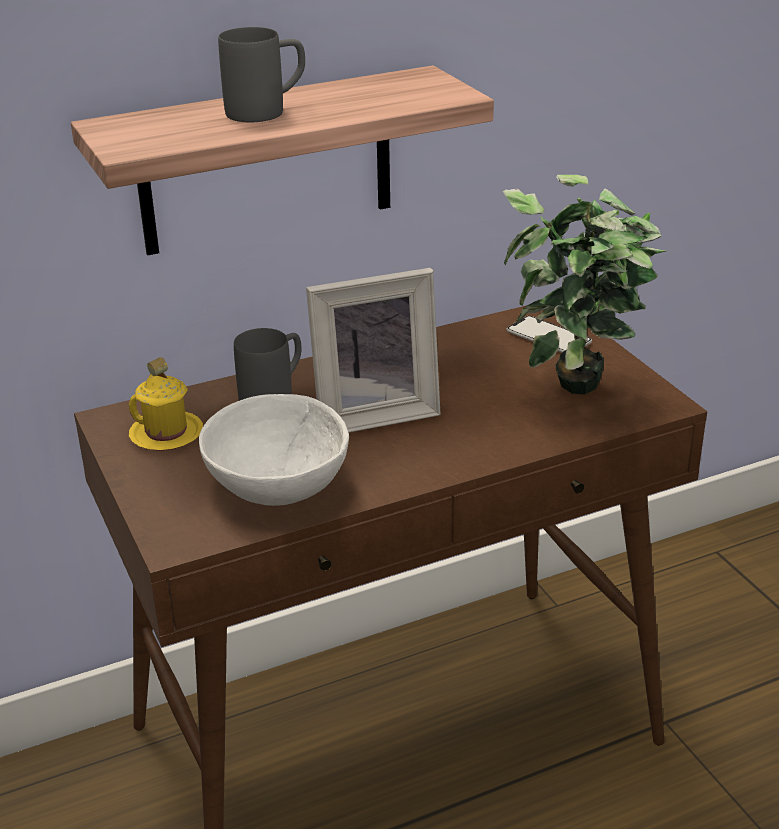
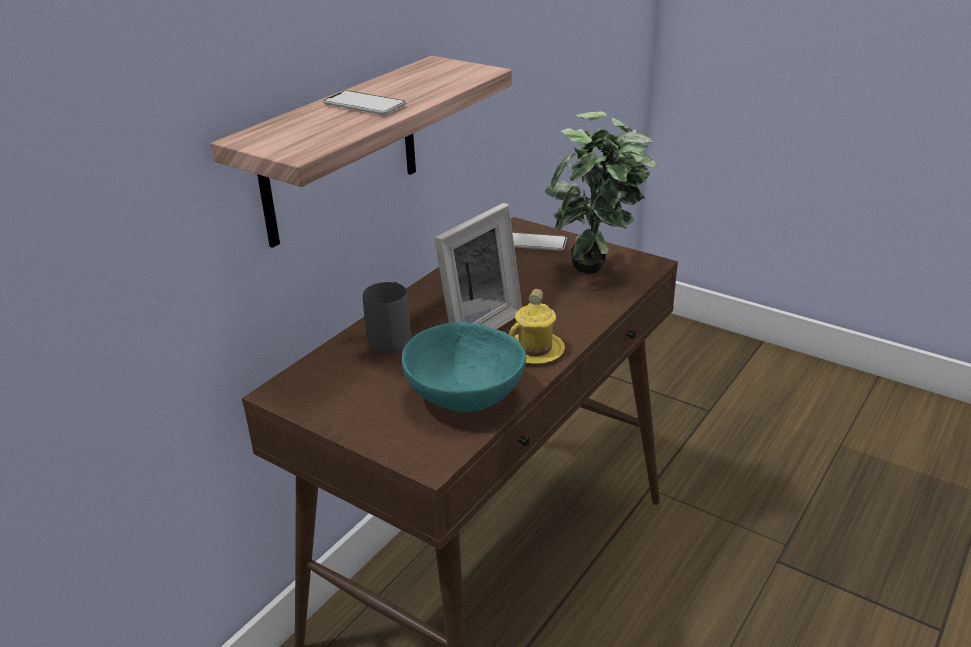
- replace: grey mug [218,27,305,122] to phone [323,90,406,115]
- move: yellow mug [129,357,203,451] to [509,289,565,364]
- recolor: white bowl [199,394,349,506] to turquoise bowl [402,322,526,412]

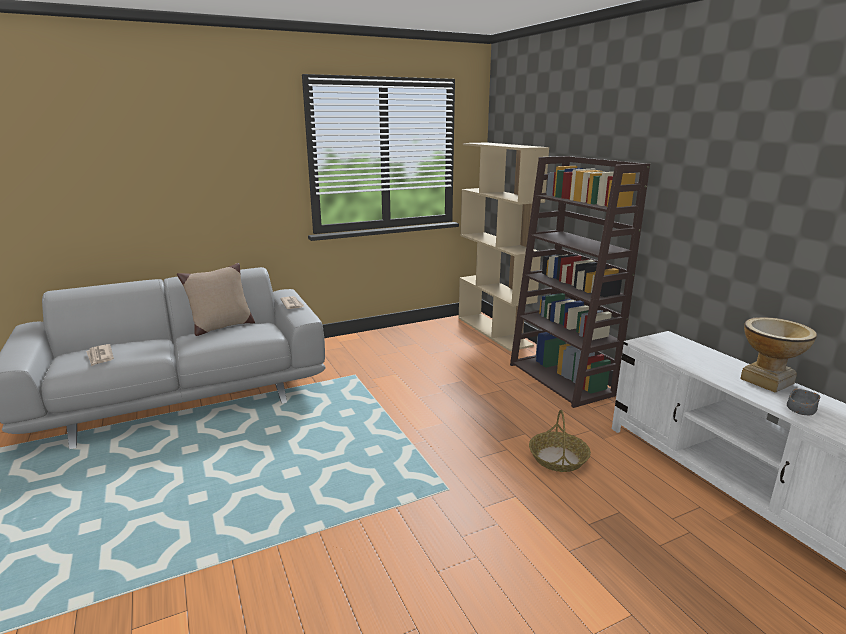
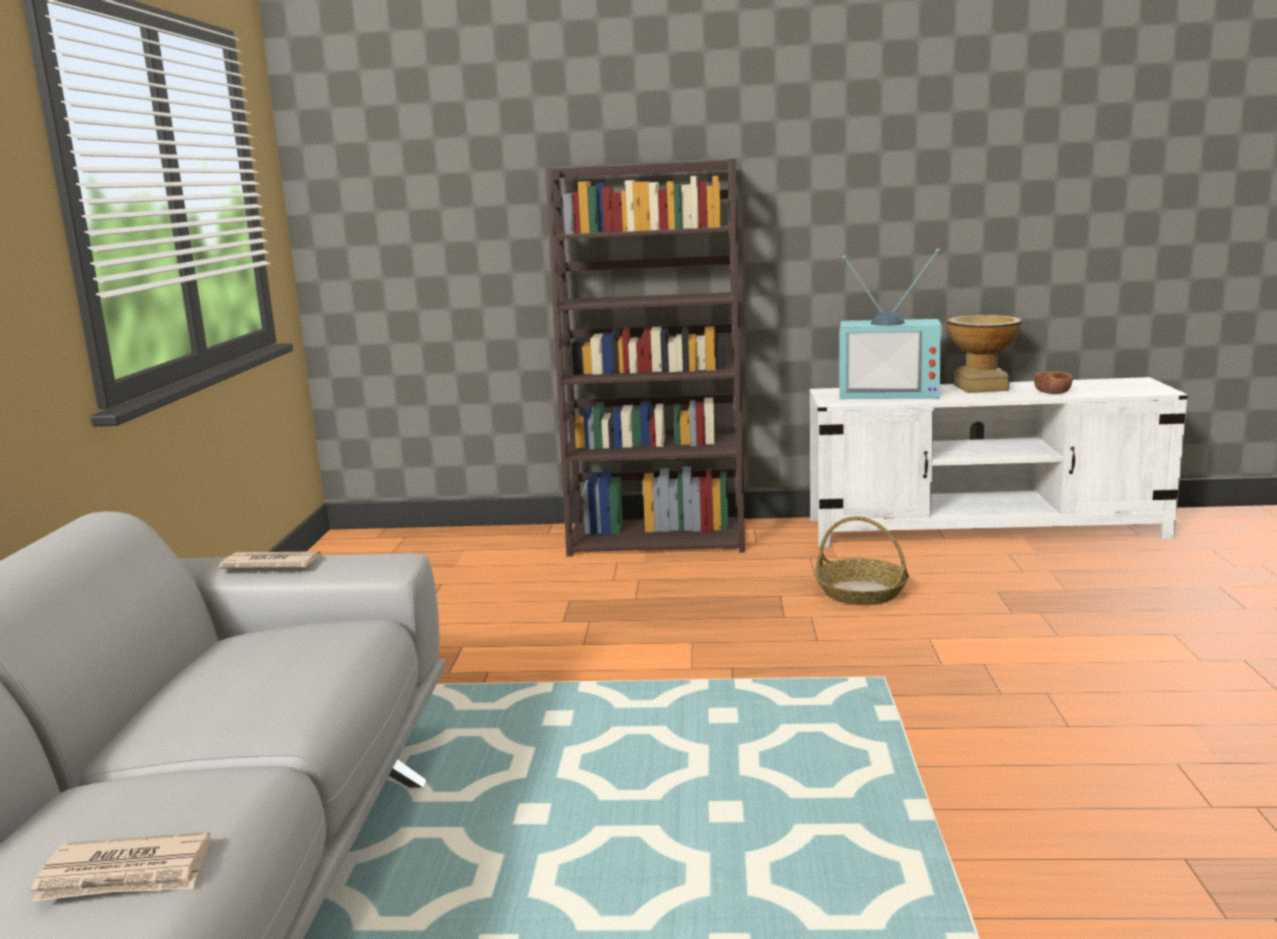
- delete: beige bookcase [459,142,549,351]
- delete: beige pillow [177,263,255,336]
- recolor: grey bowl [787,389,820,415] to brown bowl [1034,371,1073,394]
- insert: television [839,248,942,399]

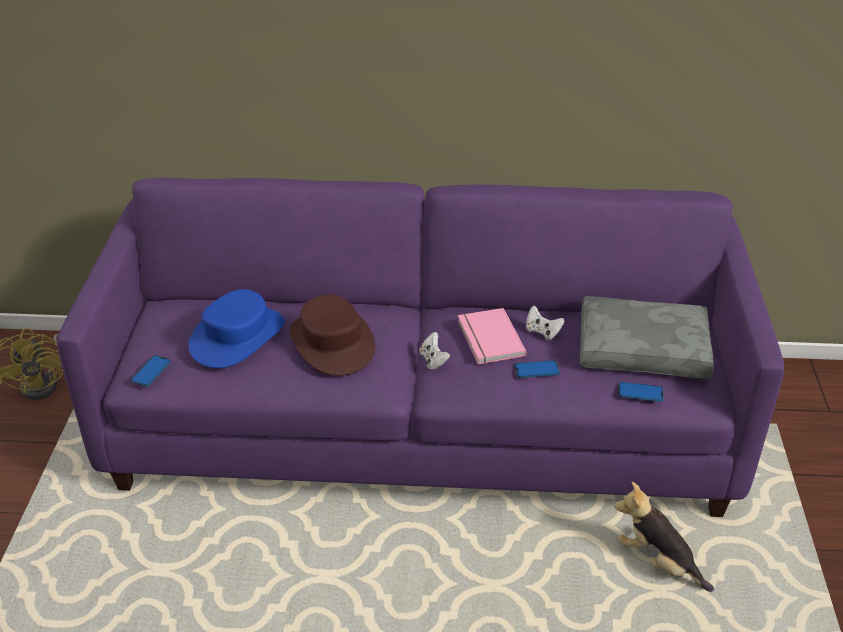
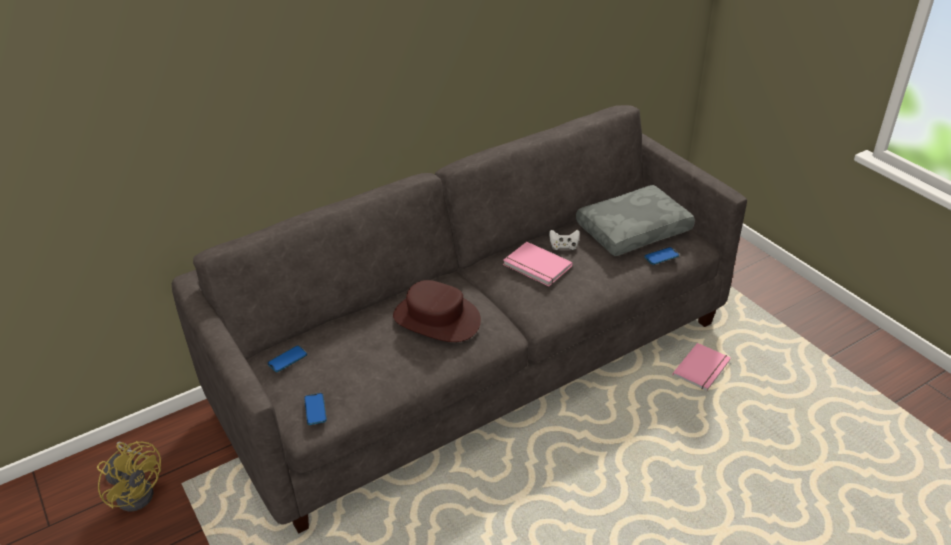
- recolor: purple sofa [57,178,784,517] to grey sofa [172,105,747,534]
- delete: blue hat [188,289,285,368]
- delete: white game controller [419,332,450,370]
- move: phone [514,360,560,378] to [268,346,307,372]
- replace: plush toy [615,482,714,592] to pink book [672,343,731,391]

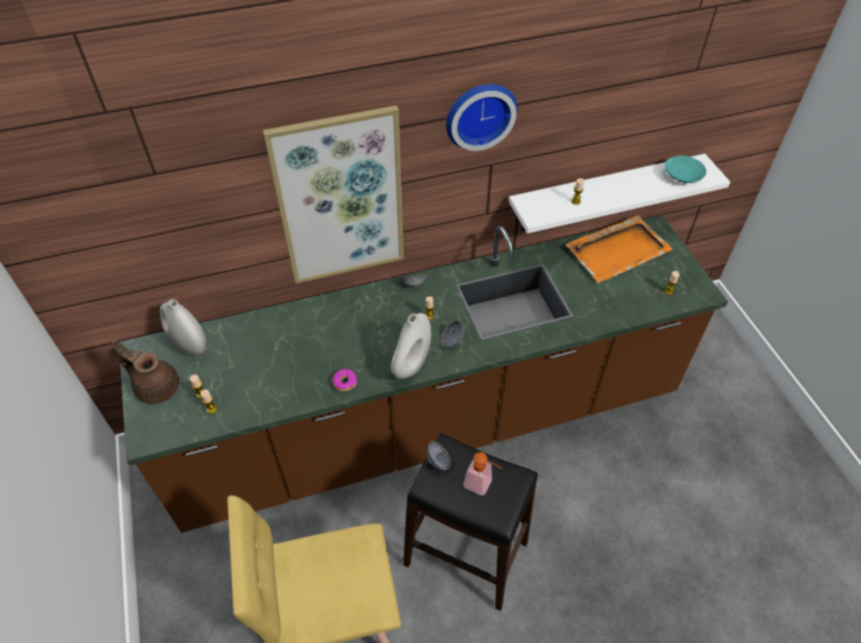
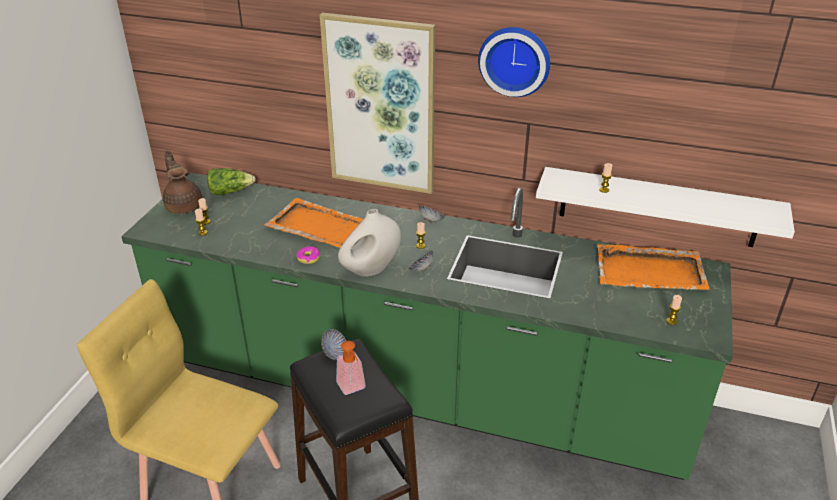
- delete: turquoise bowl [665,155,706,184]
- recolor: brown counter [120,215,728,533] to green counter [121,173,733,480]
- replace: white vase [160,299,206,355] to lettuce [207,168,256,195]
- insert: orange tray [264,198,363,248]

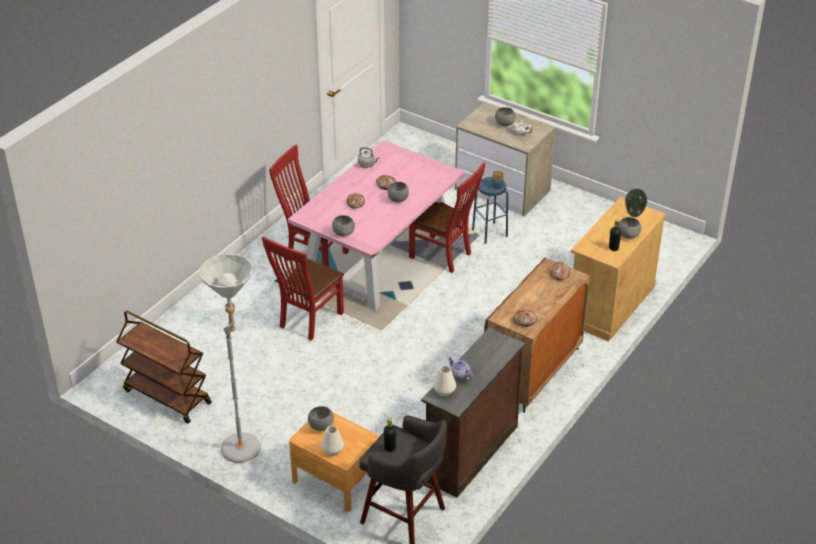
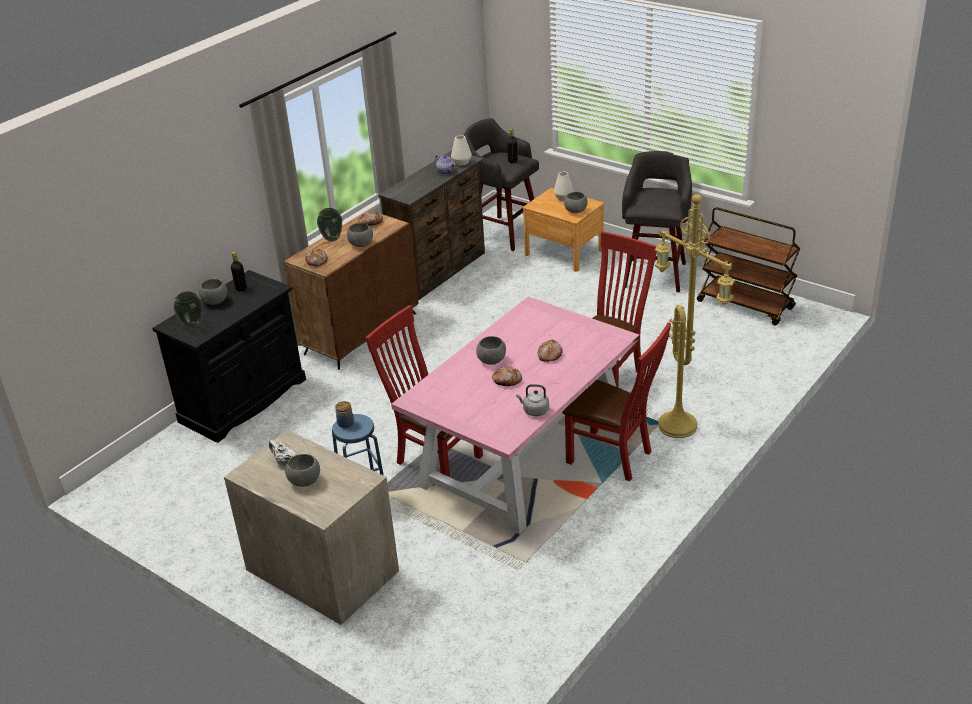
- recolor: beige cabinet [571,197,666,341] to black cabinet [152,270,306,443]
- move: grey bowl [332,215,355,236] to [347,223,373,247]
- replace: grey floor lamp [199,253,261,463] to grey stool [622,151,692,292]
- insert: yellow floor lamp [654,194,735,438]
- insert: vase [317,208,342,242]

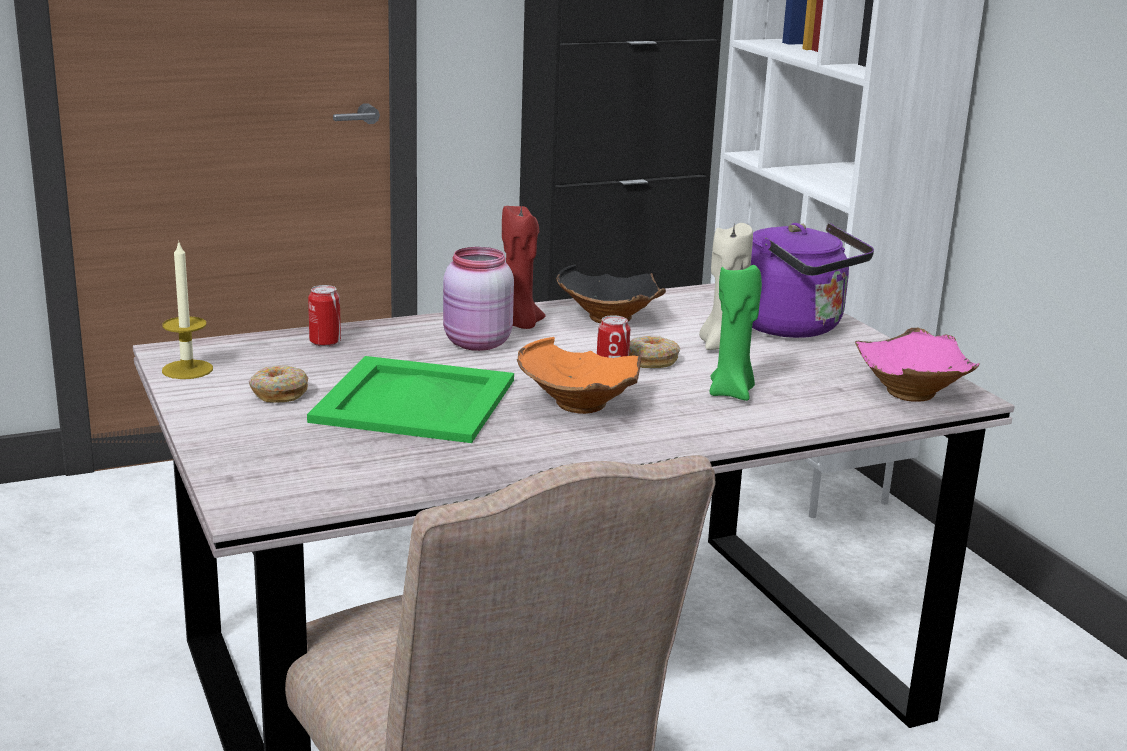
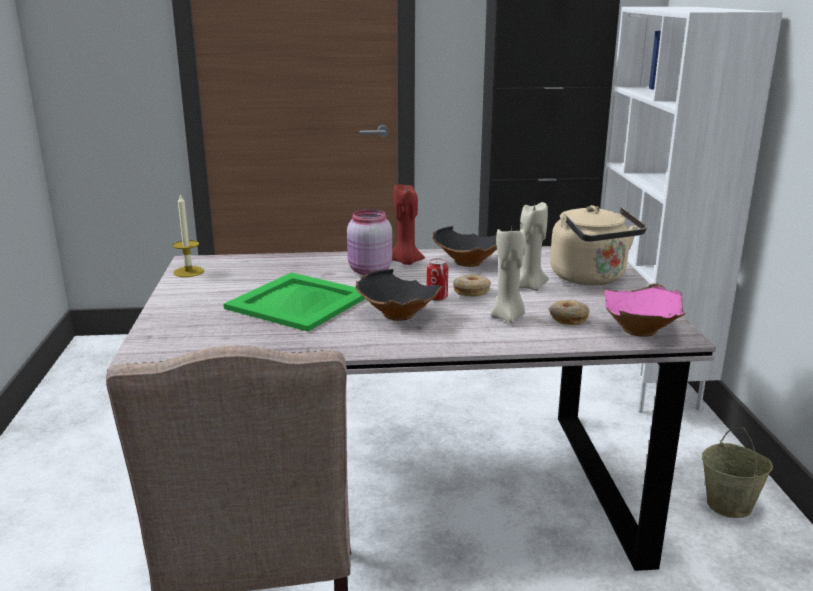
- recolor: purple kettle [751,223,874,338] to beige kettle [550,205,647,285]
- recolor: green candle [710,264,762,401] to beige candle [490,226,526,323]
- delete: can [308,285,341,347]
- recolor: orange bowl [517,337,642,414] to black bowl [355,269,443,321]
- move: donut [249,366,308,403] to [549,300,590,325]
- insert: beige bucket [702,427,773,518]

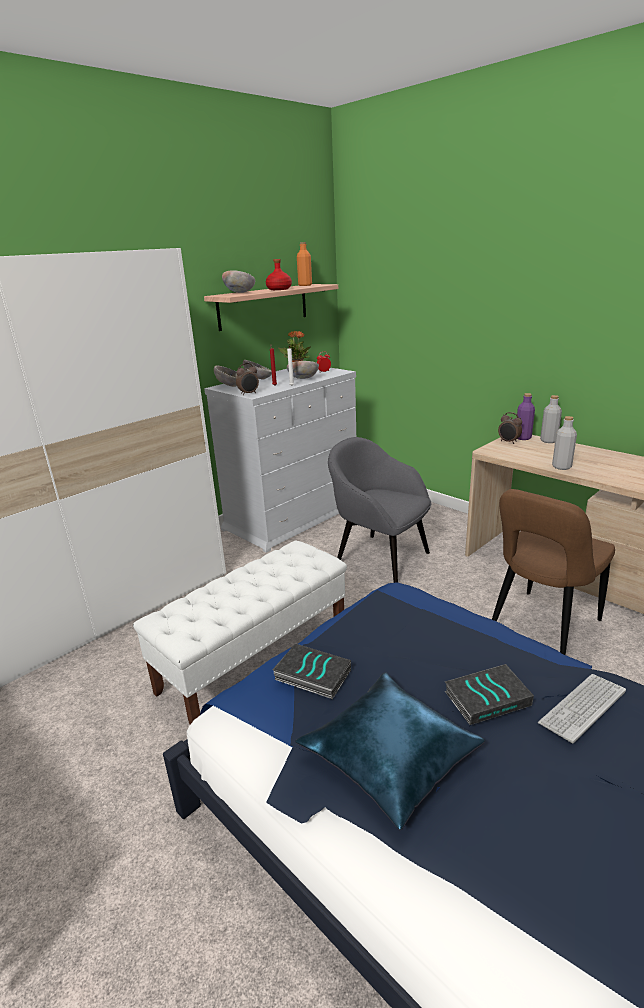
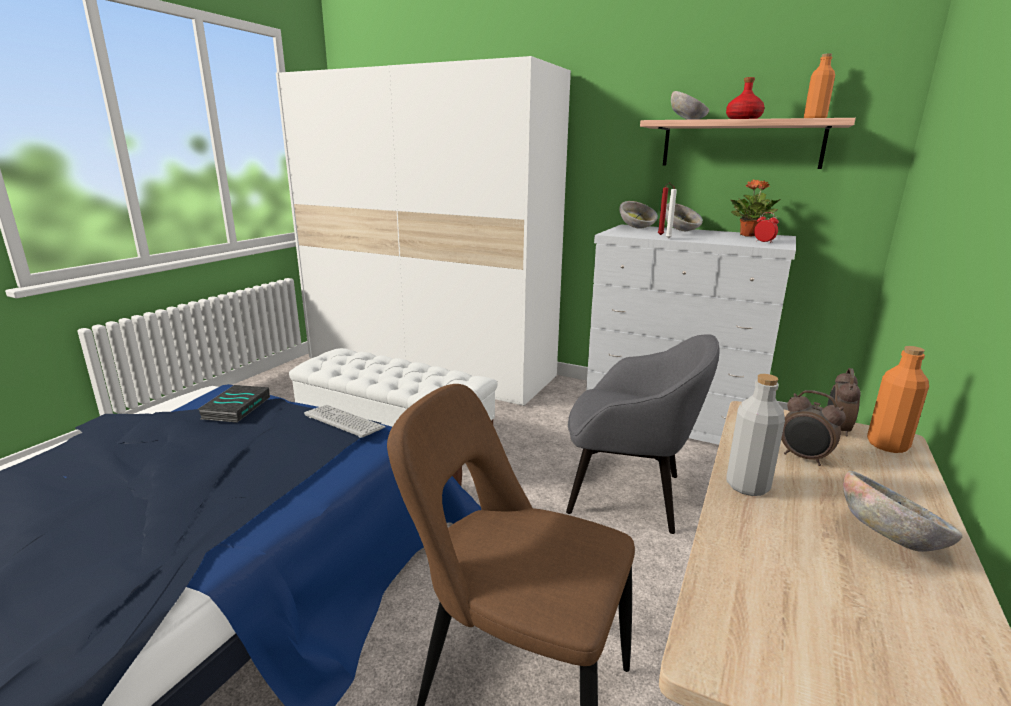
- move: bowl [287,361,319,379] to [843,471,963,552]
- move: alarm clock [236,363,259,395] to [781,390,846,466]
- recolor: purple bottle [517,393,535,440] to orange bottle [867,346,929,453]
- delete: grey bottle [540,395,562,443]
- rotate: grey armchair [328,437,432,583] = [566,335,719,534] 90 degrees clockwise
- delete: book [445,664,534,725]
- delete: blue pillow [295,672,485,830]
- move: keyboard [538,674,626,744] to [304,405,386,438]

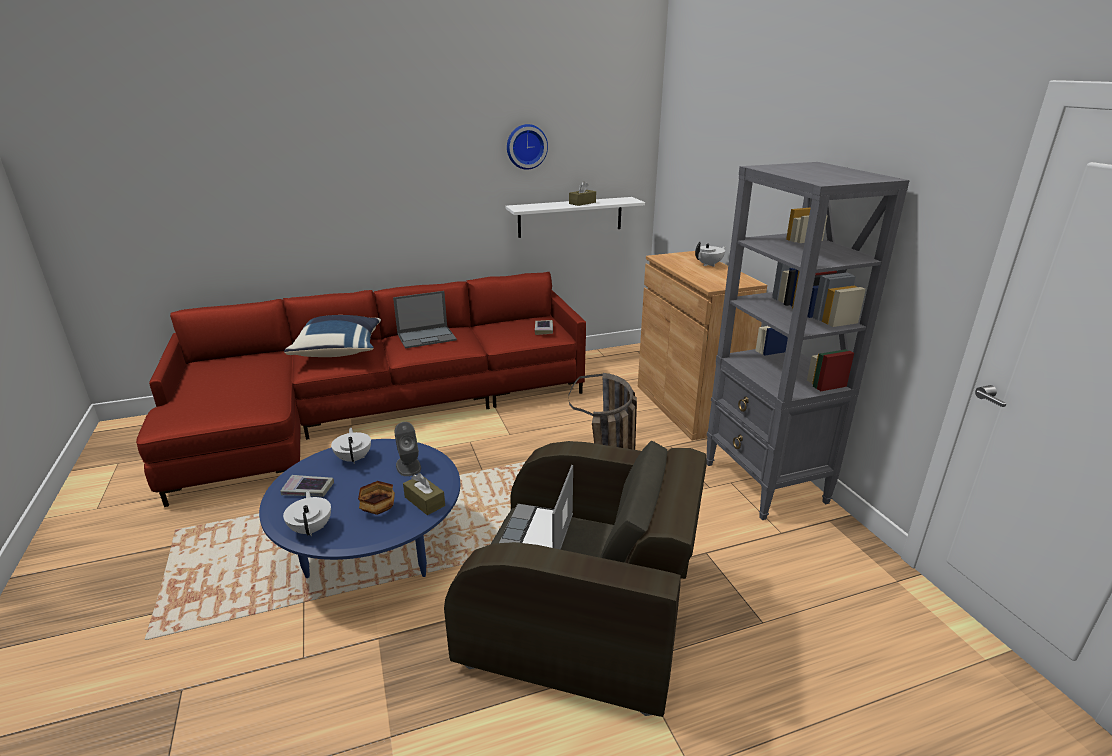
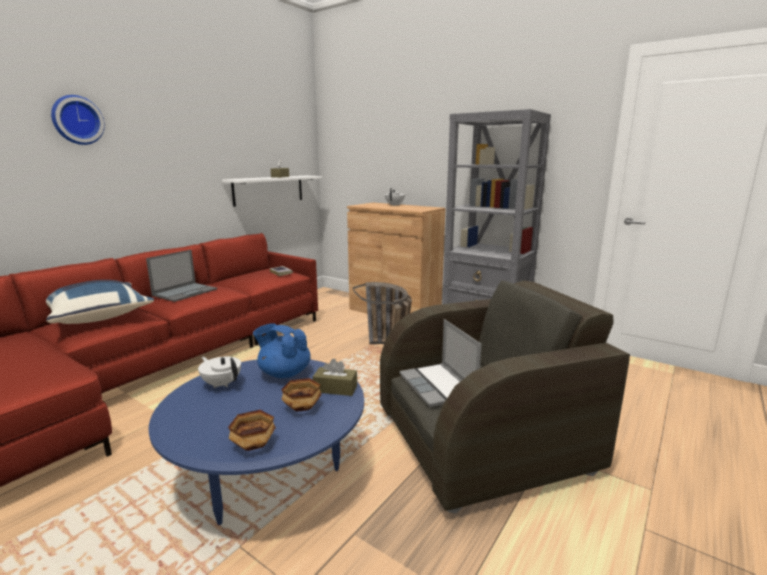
- move: wall clock [507,124,548,170] to [51,95,105,145]
- replace: grey speaker [395,422,421,476] to blue teapot [253,323,311,378]
- delete: book [280,475,334,497]
- replace: white teapot [283,491,331,536] to bowl [228,410,276,451]

